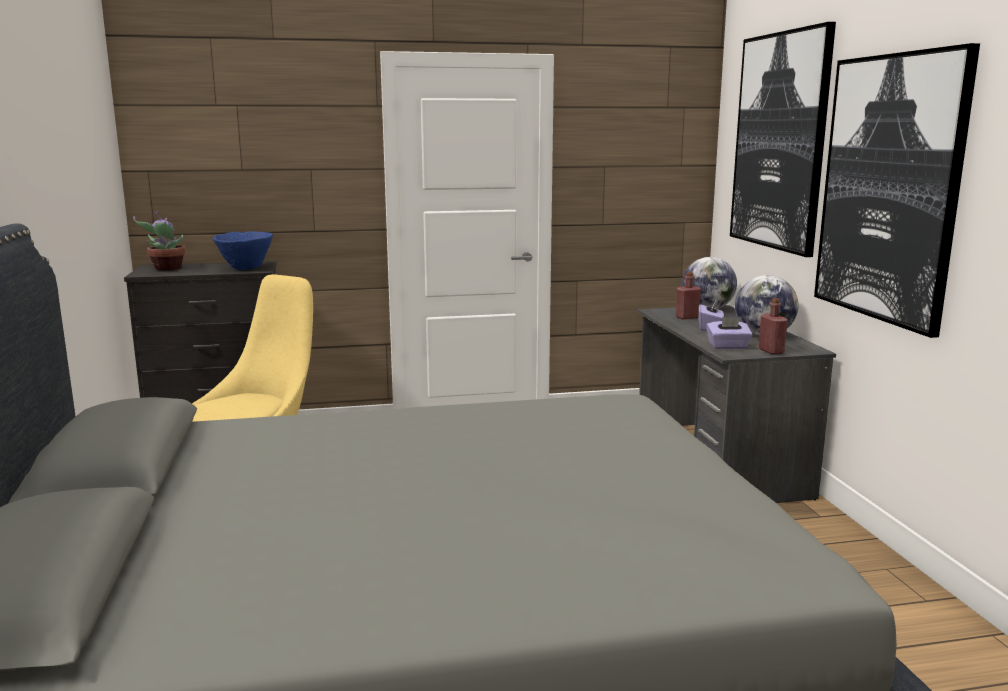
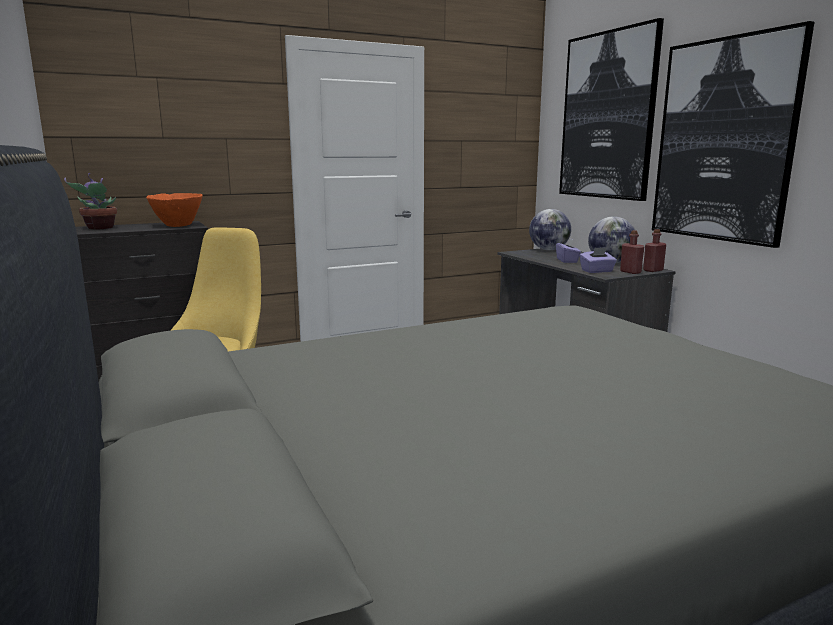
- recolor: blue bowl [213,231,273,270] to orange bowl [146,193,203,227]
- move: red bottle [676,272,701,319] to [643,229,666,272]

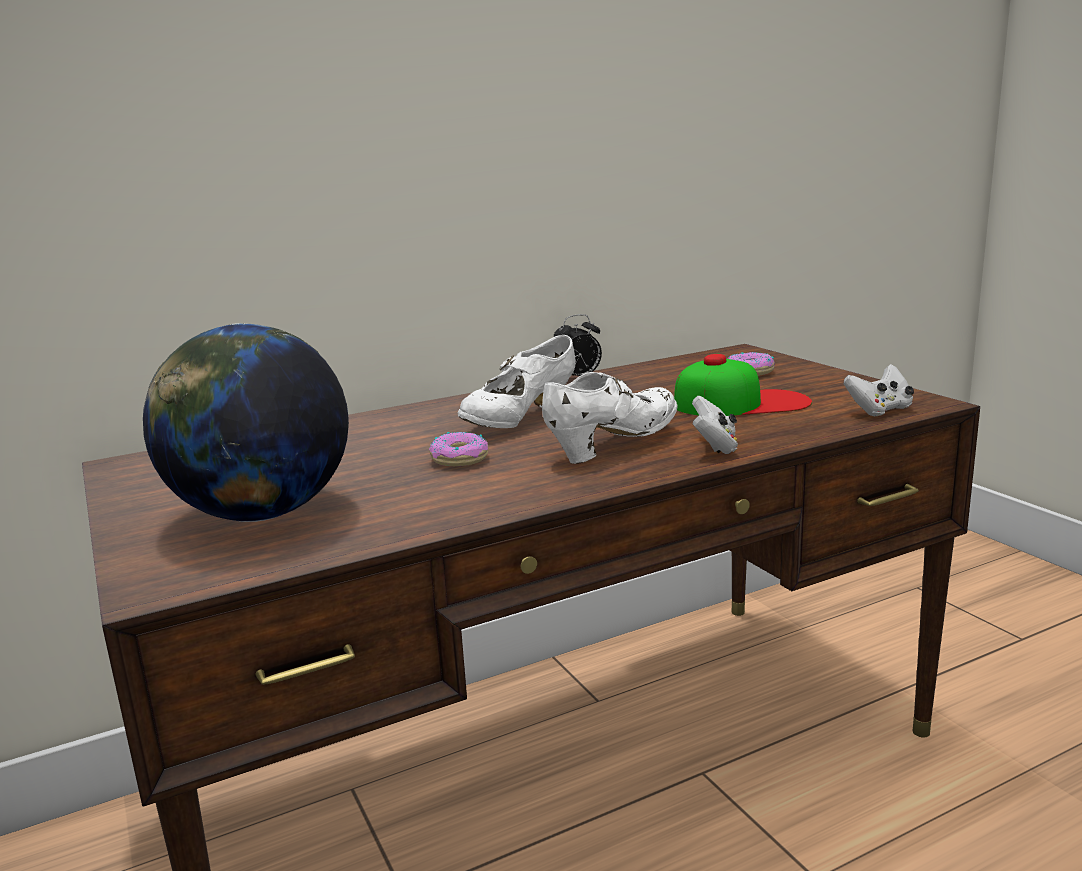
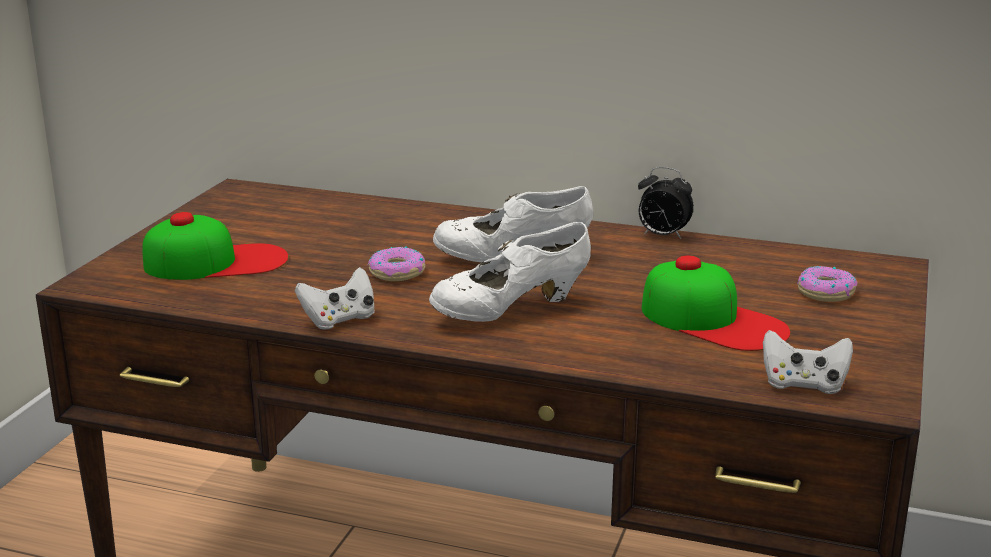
- replace: globe [143,323,349,522] to cap [143,212,289,280]
- rotate: white shoe [542,372,678,464] = [429,222,591,322] 150 degrees clockwise
- move: white game controller [692,396,738,454] to [295,267,375,330]

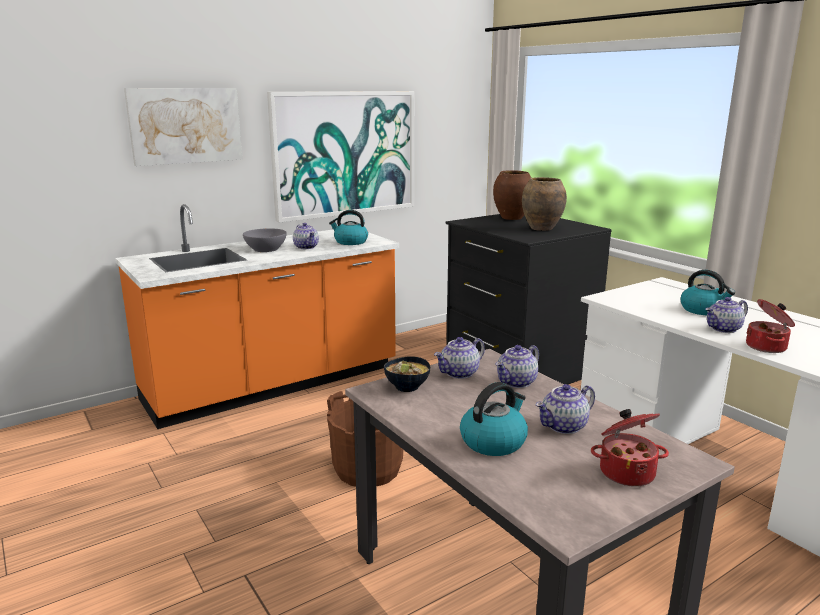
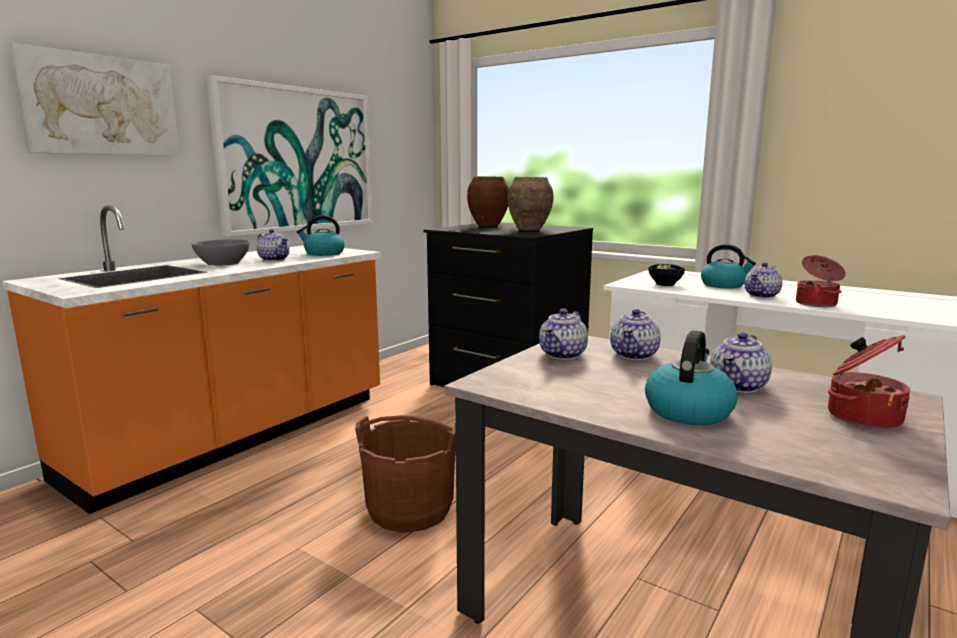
- move: bowl [384,356,430,392] to [648,264,685,286]

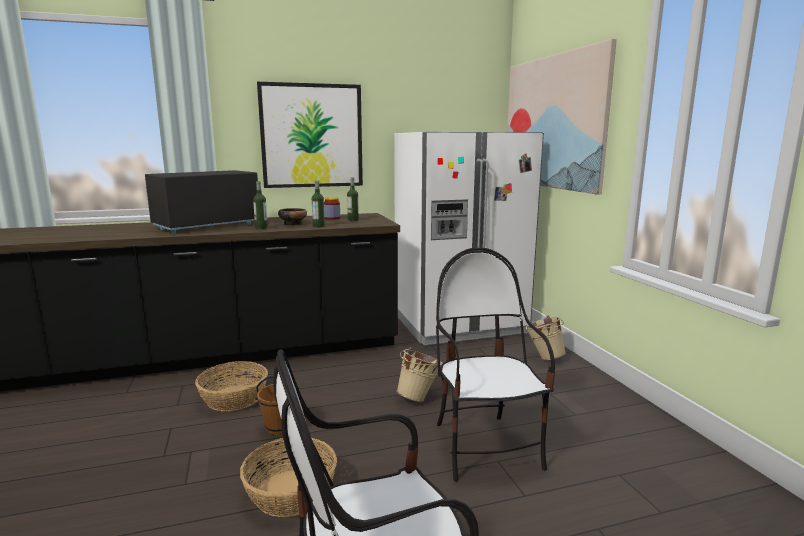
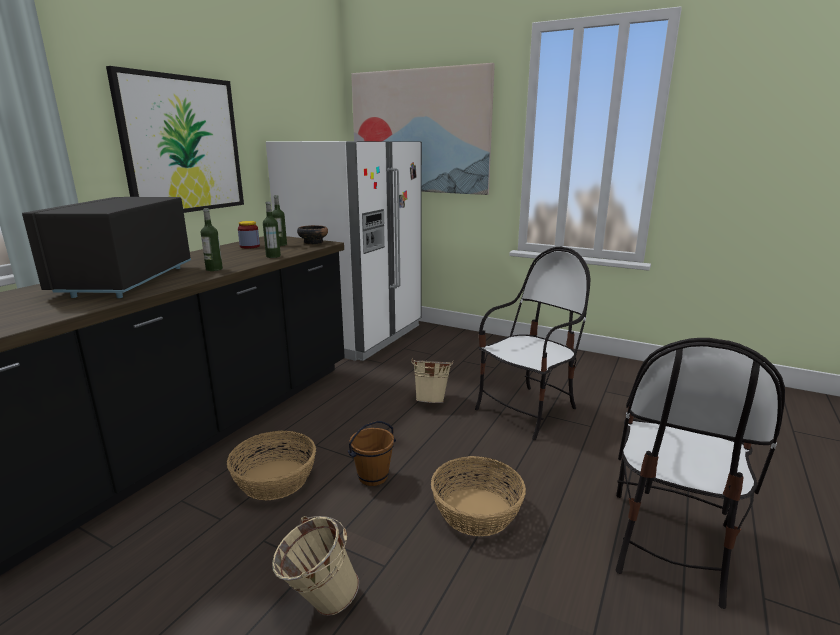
- move: bowl [278,208,307,226] to [297,225,328,244]
- rotate: chair [436,248,555,482] = [475,247,590,440] 105 degrees clockwise
- move: beige bucket [526,316,566,360] to [272,516,359,616]

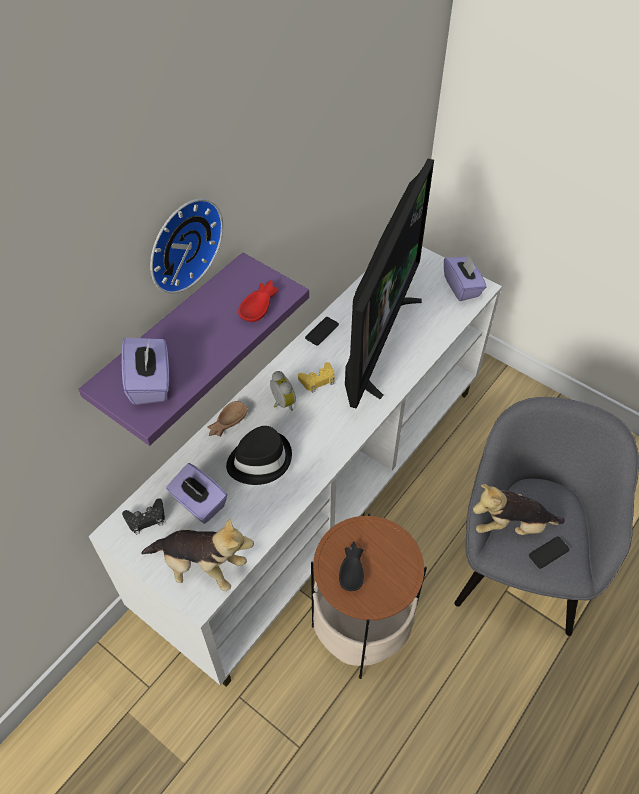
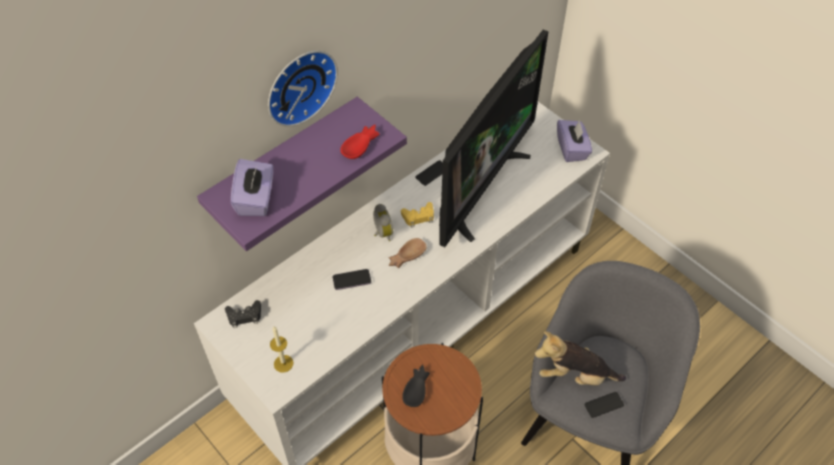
- move: brown bowl [208,401,248,437] to [389,238,427,268]
- replace: black hat [226,426,292,485] to phone [333,269,371,290]
- delete: purple tissue box [166,463,227,524]
- replace: plush toy [141,517,254,591] to candle [270,327,294,373]

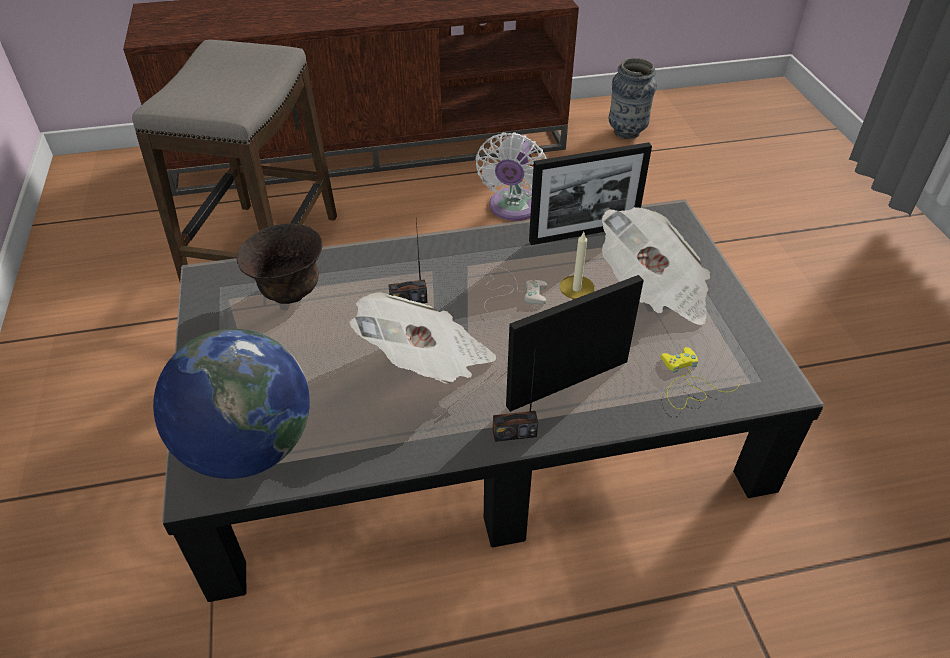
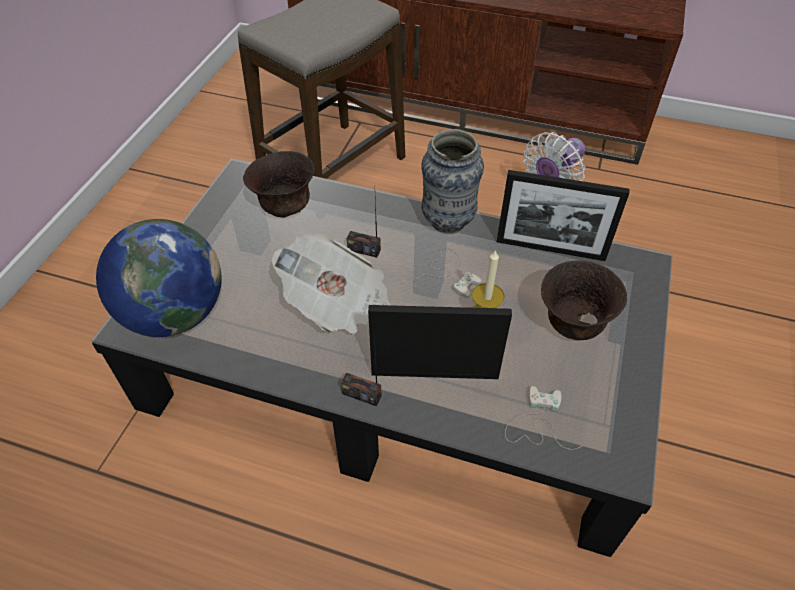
- move: vase [609,58,657,139] to [421,129,484,234]
- replace: newspaper [602,207,710,325] to brown bowl [541,260,627,340]
- recolor: yellow game controller [661,347,740,409] to white game controller [505,386,582,449]

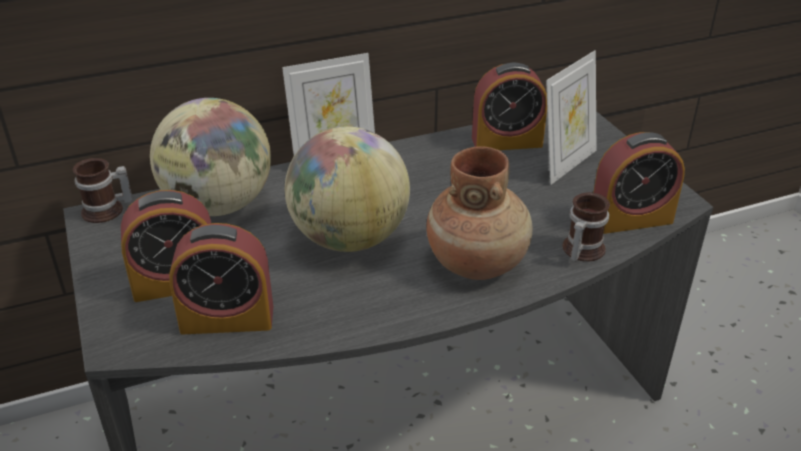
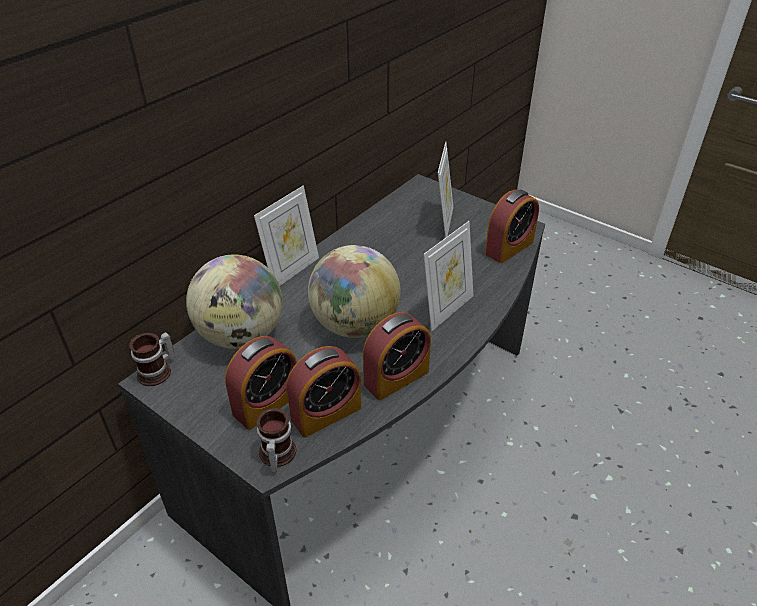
- move: alarm clock [472,63,547,150] to [363,312,431,400]
- replace: brown vase [426,146,533,280] to picture frame [424,221,473,331]
- move: mug [562,192,610,262] to [256,408,296,473]

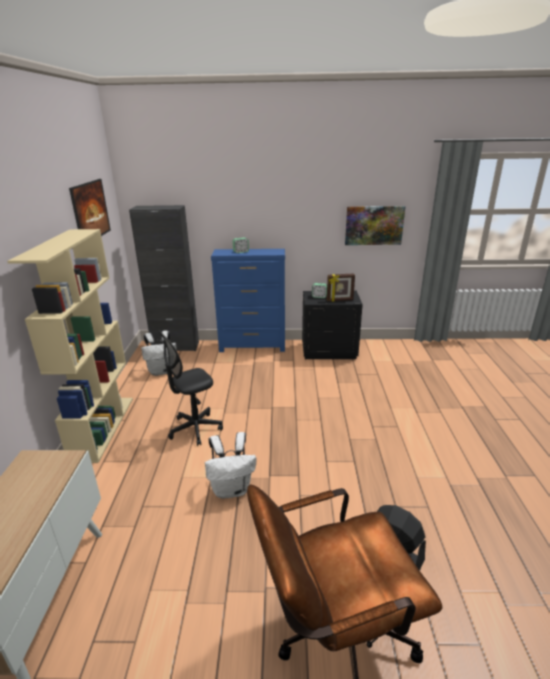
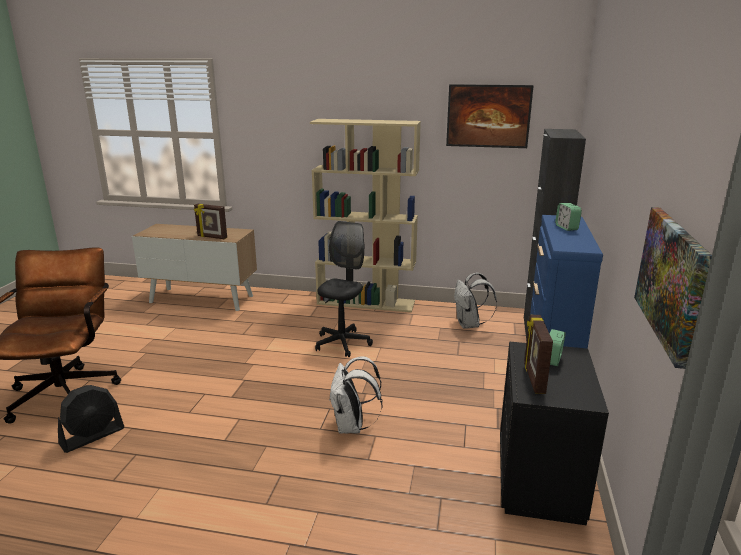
- rotate: black office chair [159,331,223,446] = [315,221,373,357] 45 degrees clockwise
- move: white backpack [205,432,257,499] to [330,356,383,434]
- insert: picture frame [194,204,227,239]

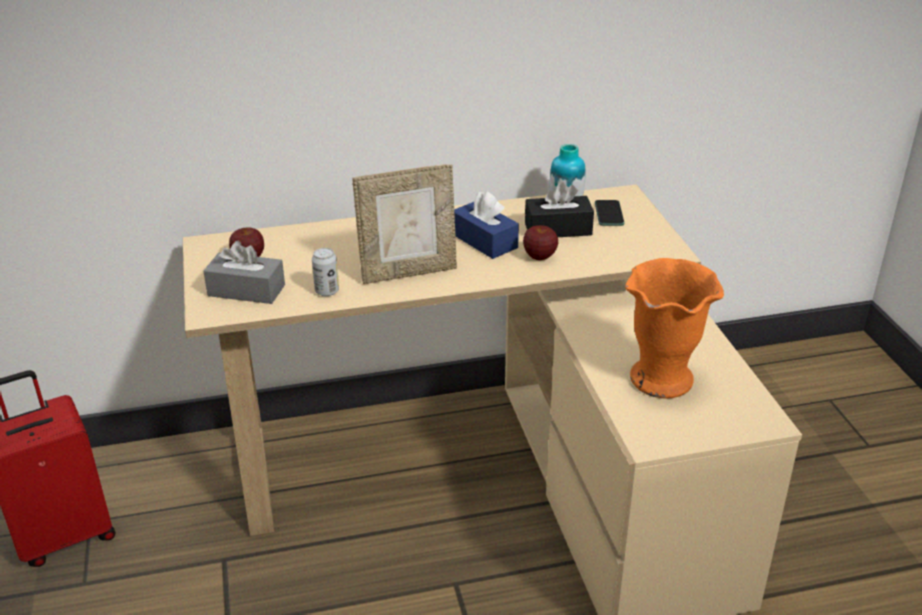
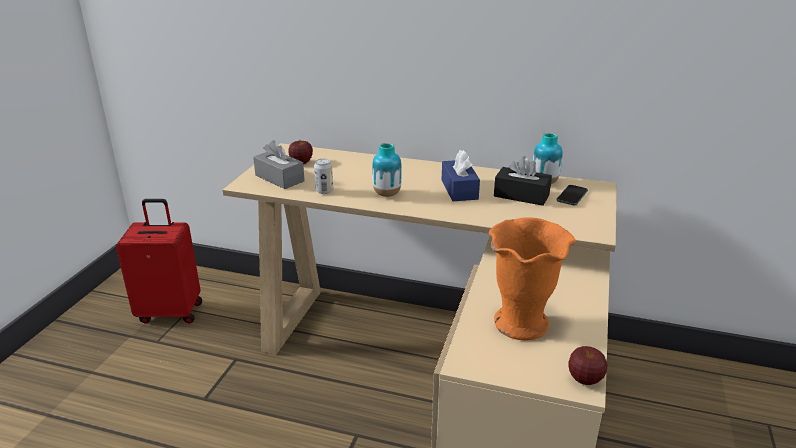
- replace: picture frame [353,164,457,284] to vase [372,143,402,197]
- move: apple [523,225,558,260] to [569,346,607,385]

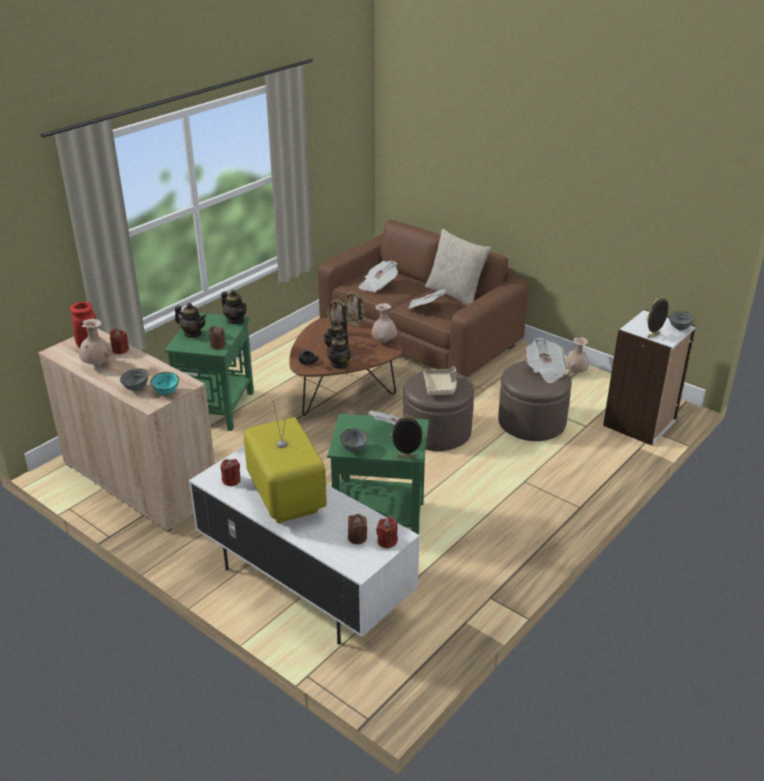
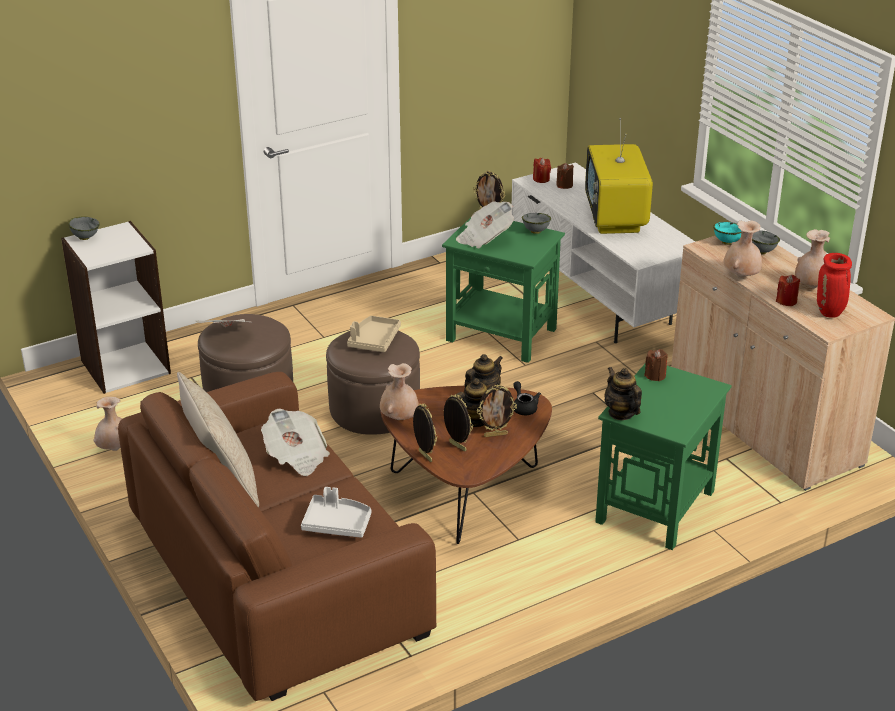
- replace: newspaper [359,261,398,293] to white tray [301,487,371,538]
- move: picture frame [646,296,668,338] to [477,385,517,437]
- delete: teapot [175,303,207,338]
- delete: red candle [221,459,240,487]
- insert: beige vase [724,220,762,278]

